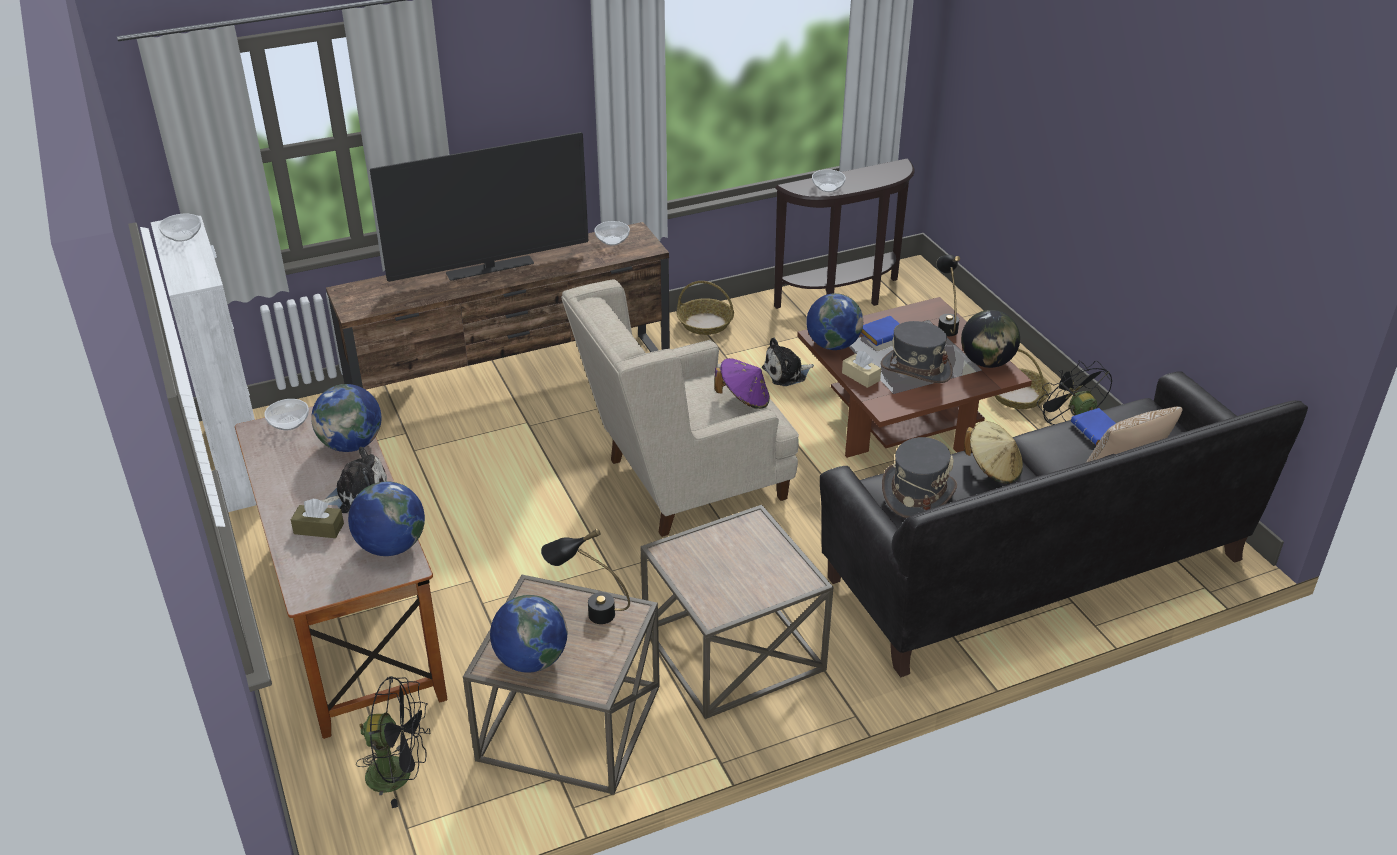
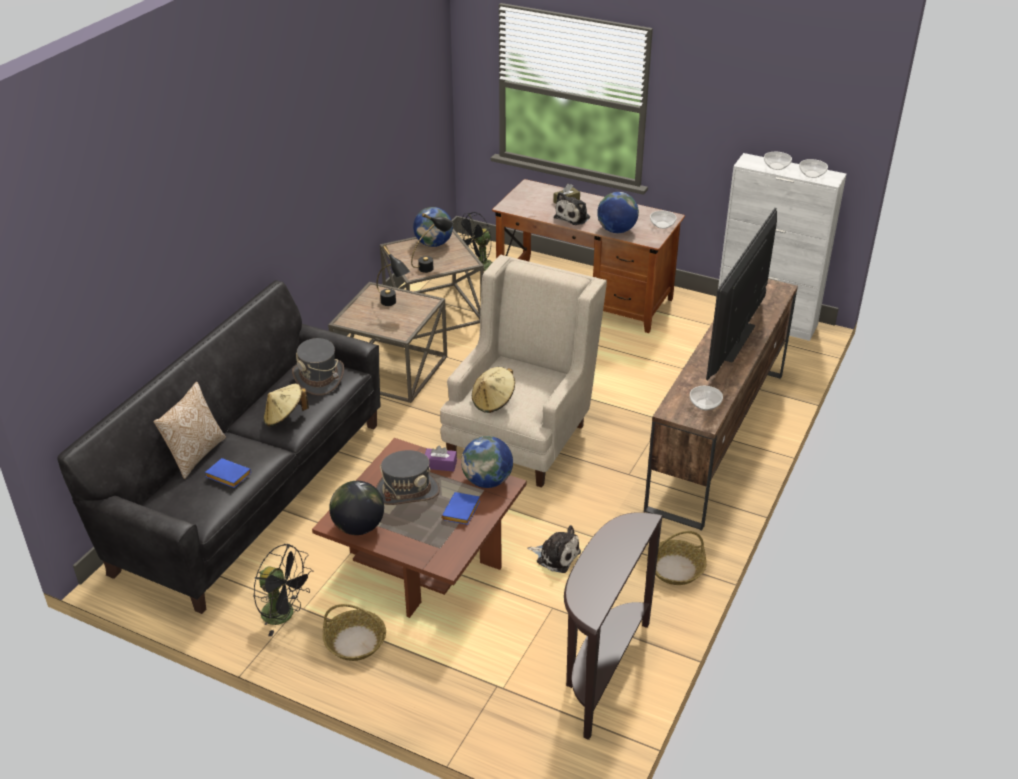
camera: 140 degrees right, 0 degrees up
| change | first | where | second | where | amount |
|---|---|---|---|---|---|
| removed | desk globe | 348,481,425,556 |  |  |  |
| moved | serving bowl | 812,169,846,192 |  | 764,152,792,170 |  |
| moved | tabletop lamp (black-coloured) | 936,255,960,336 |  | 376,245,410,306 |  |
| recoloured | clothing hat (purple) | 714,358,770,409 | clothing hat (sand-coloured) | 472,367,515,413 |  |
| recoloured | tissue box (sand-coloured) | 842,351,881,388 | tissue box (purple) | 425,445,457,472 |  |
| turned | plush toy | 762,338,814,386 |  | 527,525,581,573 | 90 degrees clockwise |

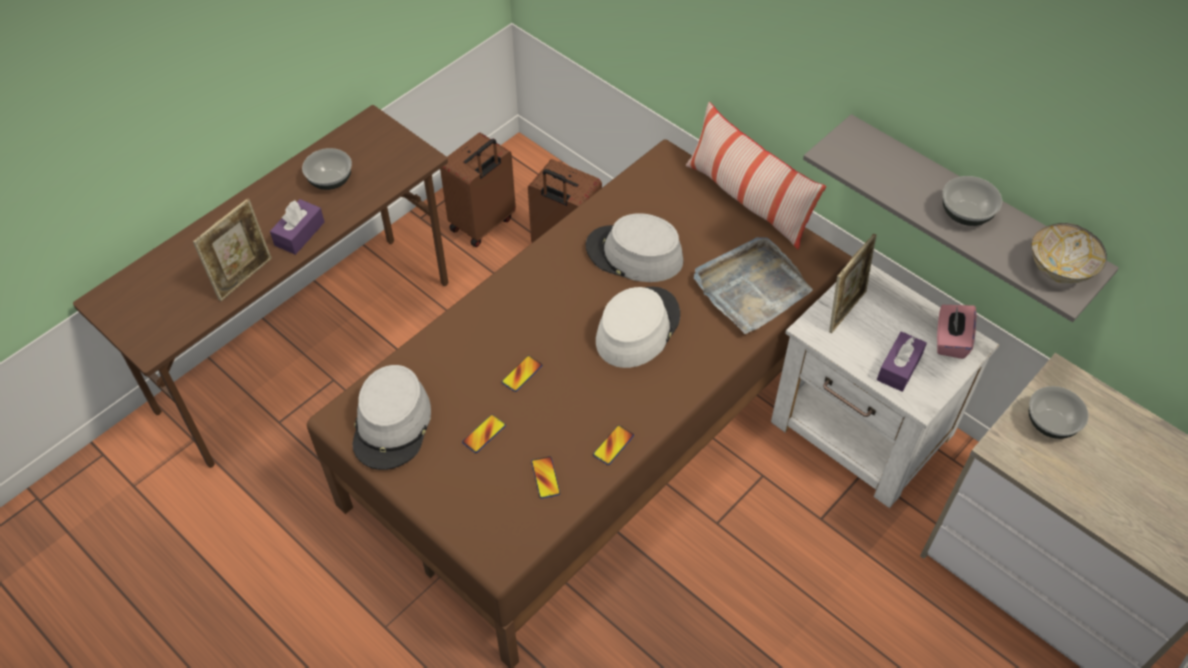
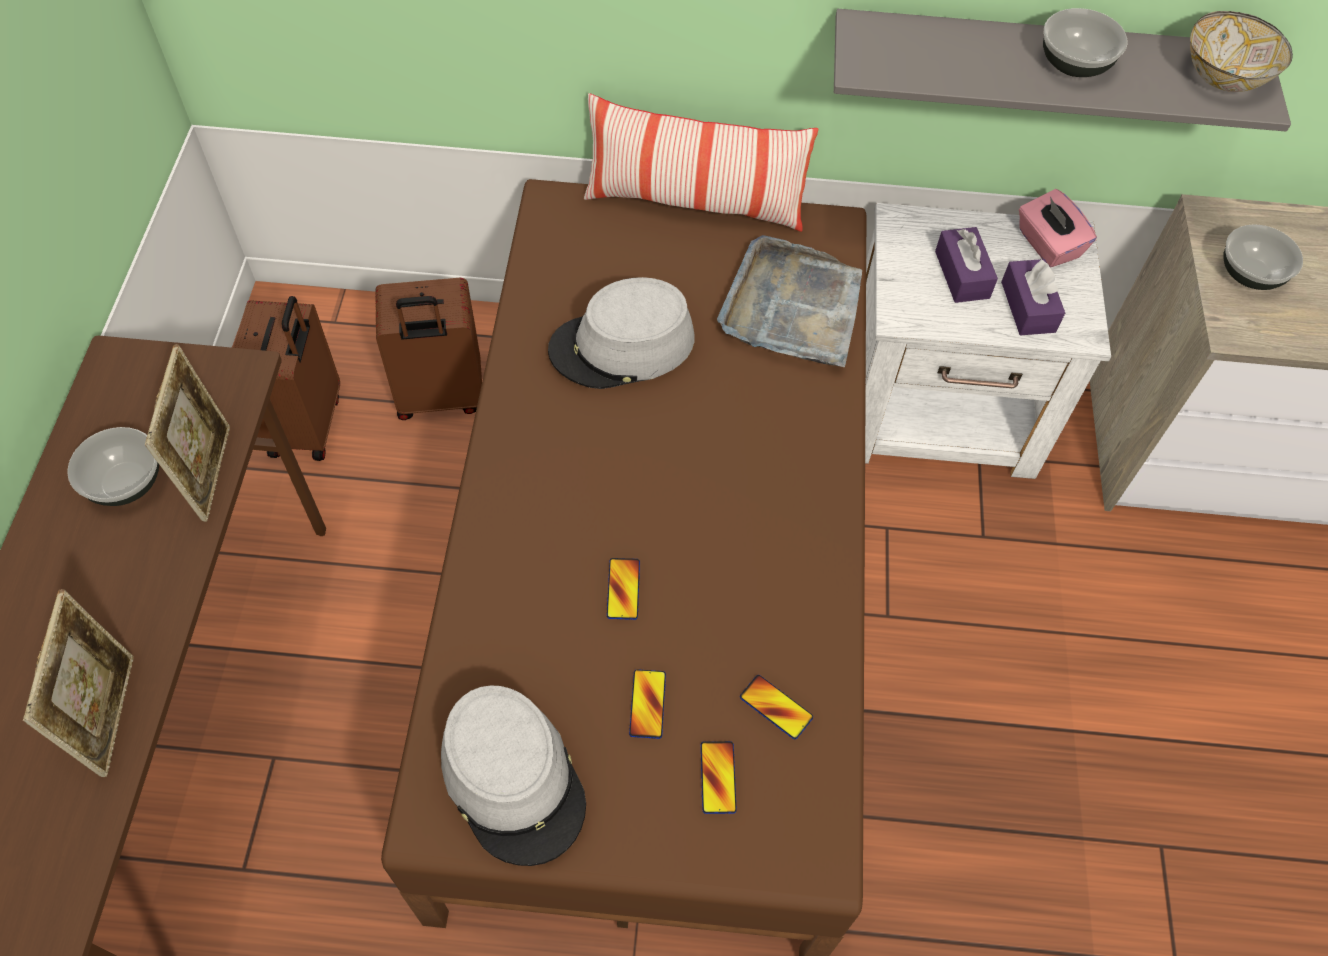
camera: 40 degrees left, 5 degrees up
| change | first | where | second | where | amount |
|---|---|---|---|---|---|
| removed | clothing hat (white-coloured) | 596,287,680,368 |  |  |  |
| moved | tissue box (purple) | 270,199,325,255 |  | 935,227,998,303 |  |
| moved | telephone | 593,425,634,465 |  | 701,741,737,814 |  |
| moved | standing frame | 829,234,876,333 |  | 145,344,230,522 |  |

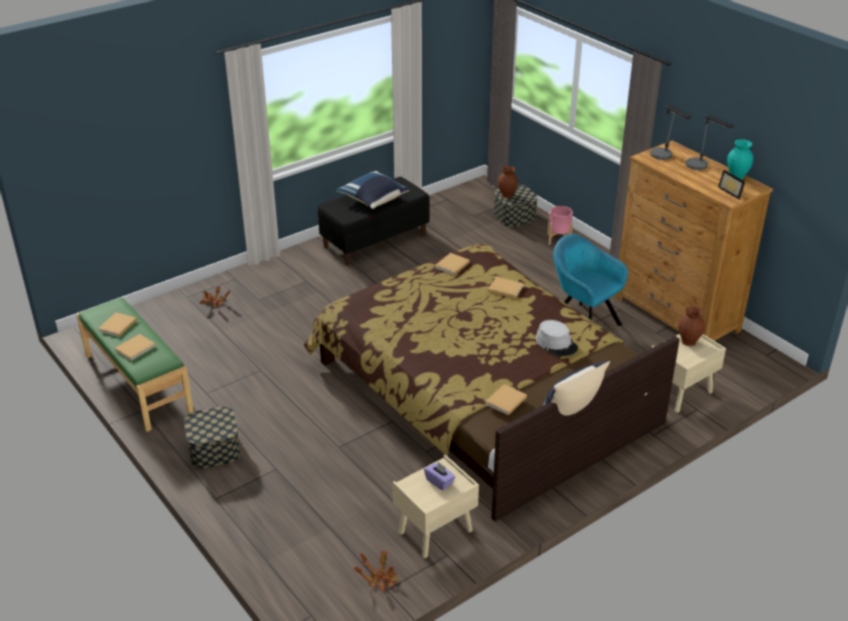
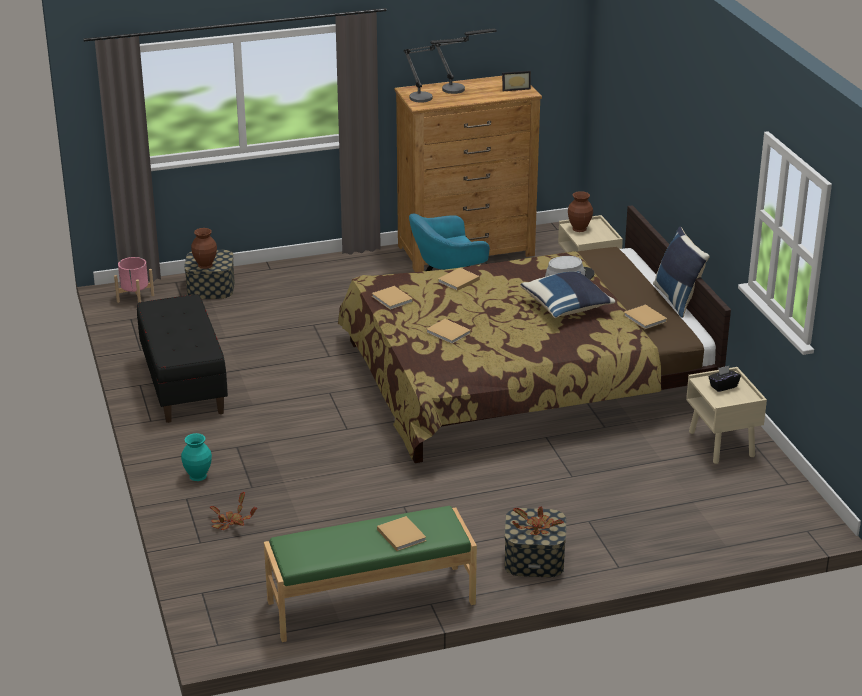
camera: 70 degrees left, 5 degrees down
| change | first | where | second | where | amount |
|---|---|---|---|---|---|
| moved | book (sand-coloured) | 98,312,137,337 |  | 426,319,471,344 |  |
| moved | throw pillow (bluish) | 336,171,410,209 |  | 520,271,615,318 |  |
| moved | houseplant | 353,551,398,592 |  | 512,506,564,535 |  |
| moved | planter (pink) | 547,206,573,245 |  | 114,257,154,303 |  |
| moved | decorative vase (turquoise-coloured) | 727,139,753,180 |  | 181,433,212,481 |  |
| recoloured | tissue box (purple) | 424,462,455,491 | tissue box (black-coloured) | 708,366,741,392 |  |

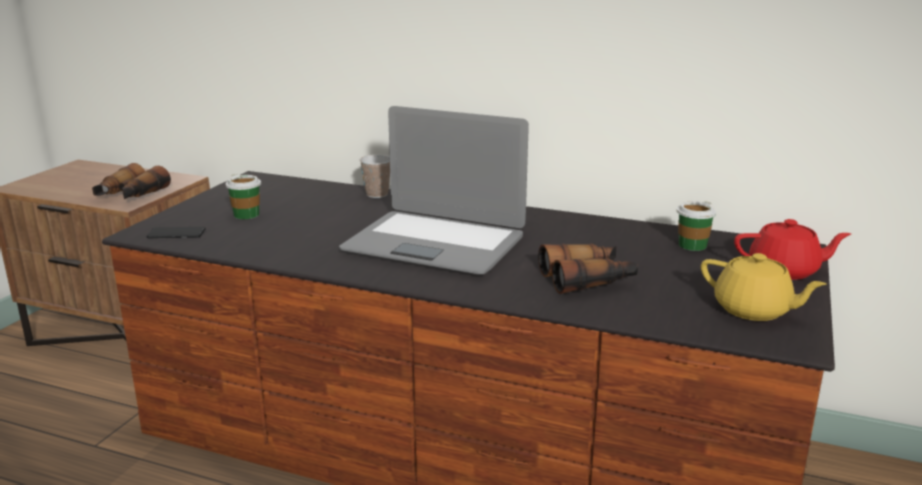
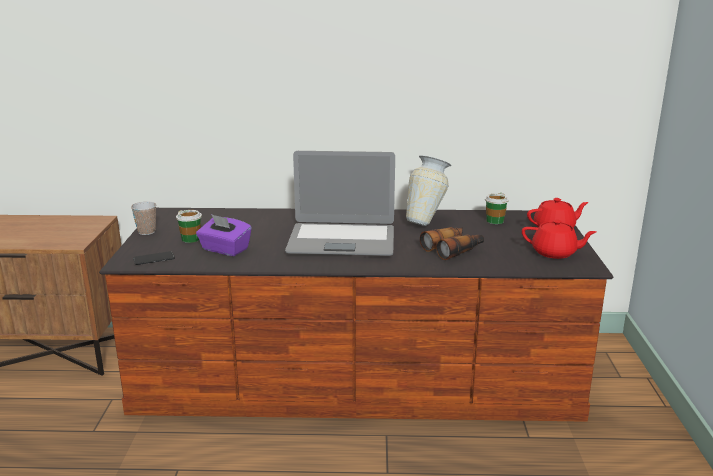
camera: 20 degrees left, 0 degrees up
| change | first | where | second | where | amount |
|---|---|---|---|---|---|
| removed | field glasses | 92,163,171,199 |  |  |  |
| added |  |  | tissue box (purple) | 196,214,252,256 |  |
| added |  |  | decorative vase | 406,155,452,226 |  |
| moved | small cup | 360,155,390,198 |  | 131,201,156,235 |  |
| recoloured | pot for tea (yellowish) | 701,253,827,321 | pot for tea (red) | 522,219,597,259 |  |

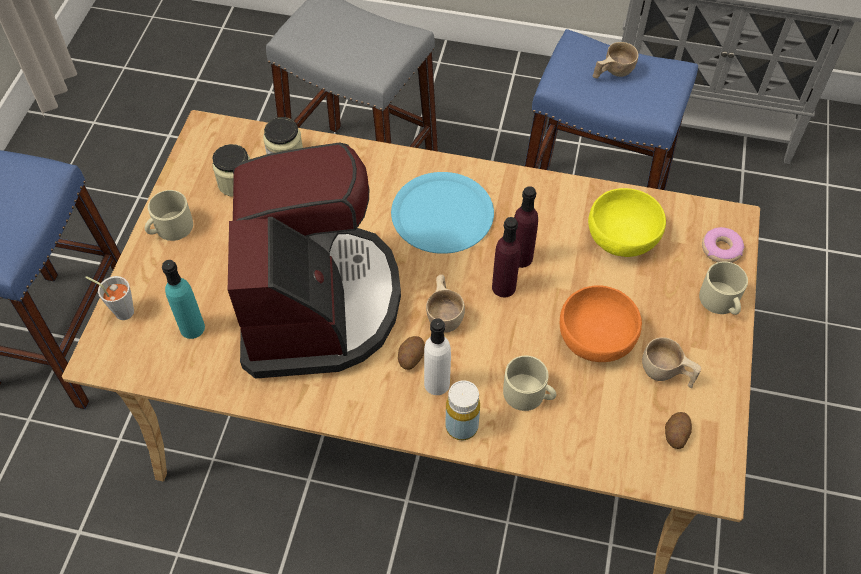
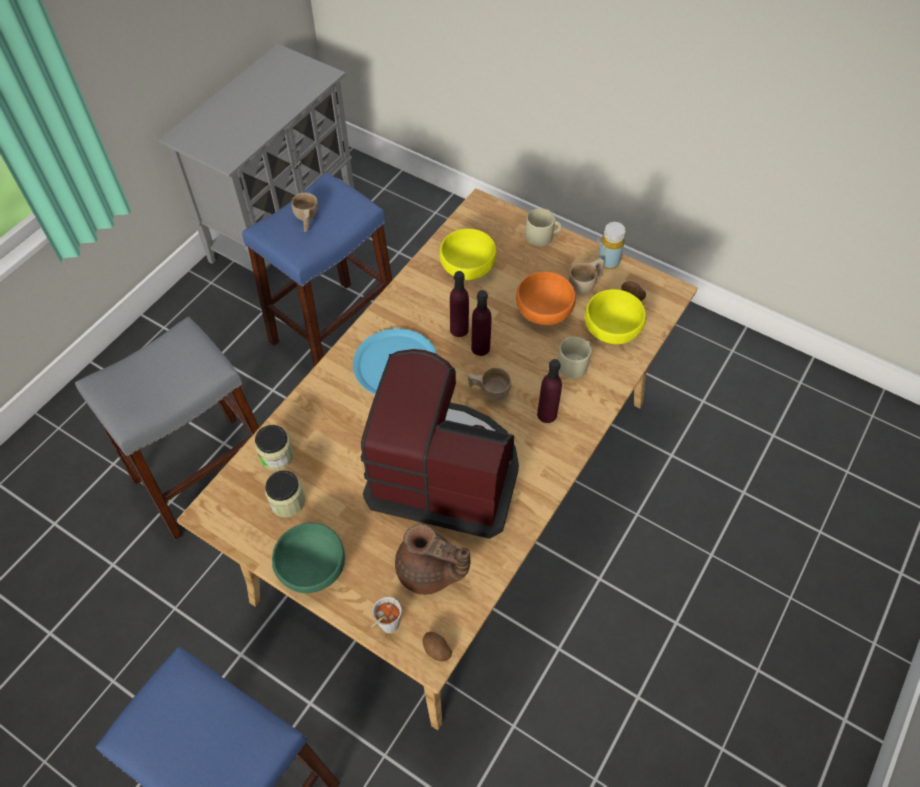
camera: 70 degrees left, 0 degrees up
| change | first | where | second | where | amount |
|---|---|---|---|---|---|
| removed | doughnut | 702,227,744,263 |  |  |  |
| added |  |  | serving bowl (yellowish) | 585,289,646,344 |  |
| moved | whole potato | 398,336,425,370 |  | 423,632,452,661 |  |
| moved | bottle (yellowish) | 445,380,480,440 |  | 598,222,626,270 |  |
| replaced | tea mug (sand-coloured) | 145,190,193,241 | serving bowl (greenish) | 272,523,345,593 |  |
| replaced | bottle (turquoise-coloured) | 162,260,205,339 | pot for tea (brown-coloured) | 395,524,470,595 |  |
| recoloured | bottle (white-coloured) | 424,318,451,395 | bottle (purple) | 537,359,562,423 |  |

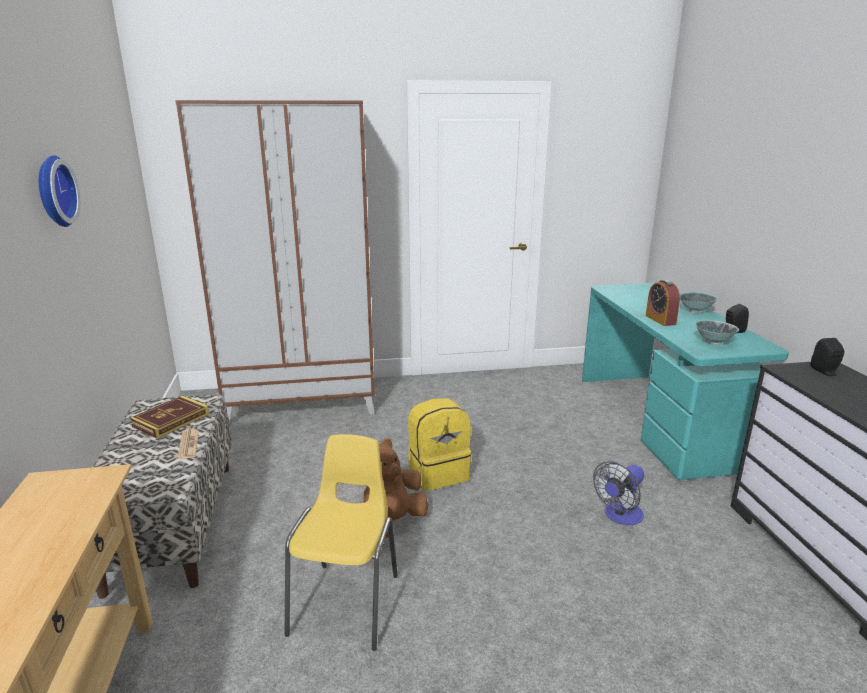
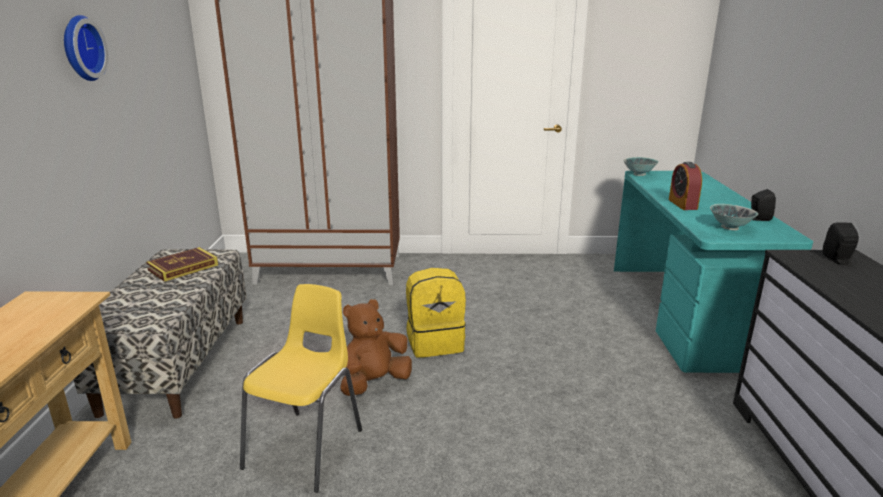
camera: 10 degrees right, 0 degrees up
| change | first | where | second | where | amount |
|---|---|---|---|---|---|
| removed | printed paper | 178,429,199,459 |  |  |  |
| removed | electric fan | 593,461,644,525 |  |  |  |
| moved | serving bowl | 680,292,718,314 |  | 623,157,659,176 |  |

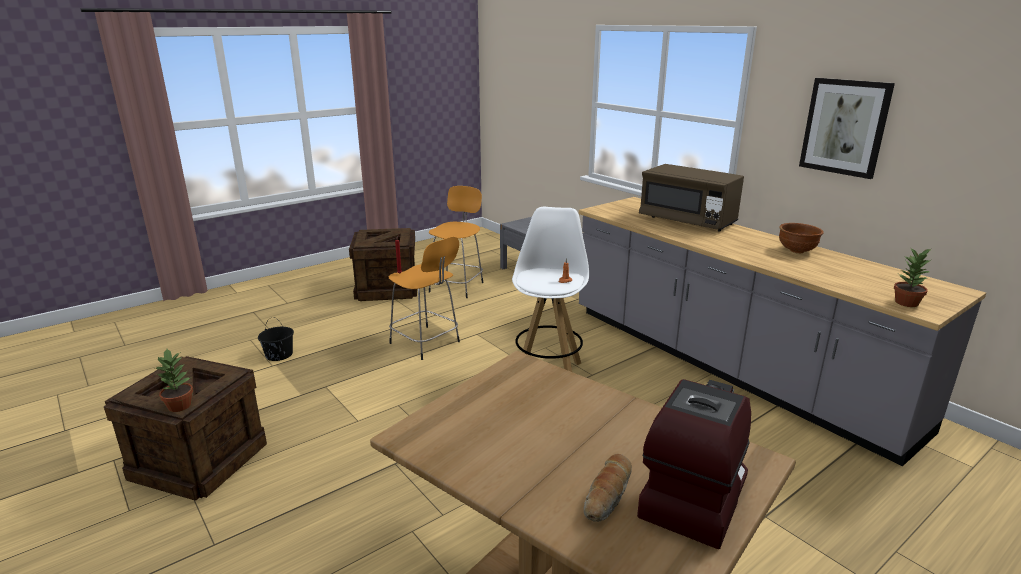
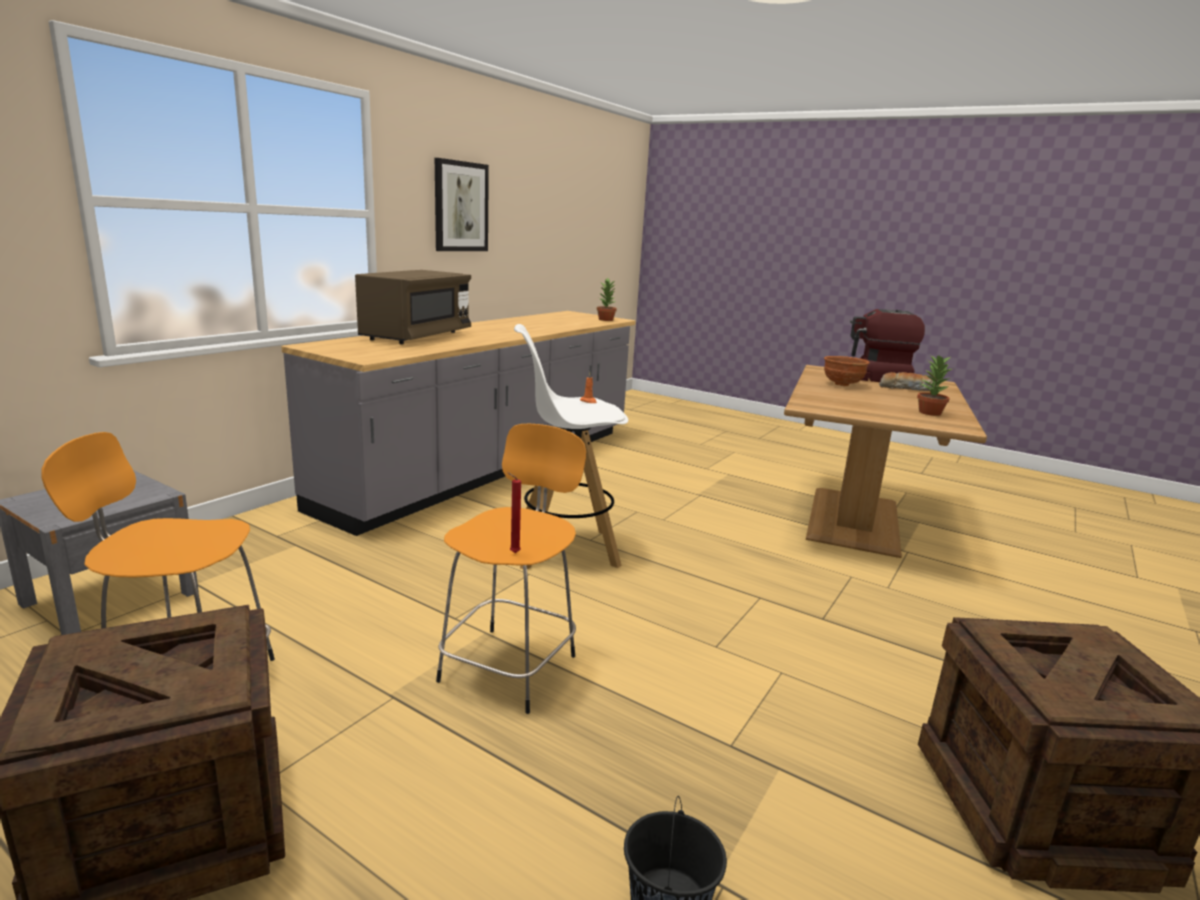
camera: 110 degrees left, 5 degrees down
| change | first | where | second | where | amount |
|---|---|---|---|---|---|
| moved | houseplant | 155,349,193,412 |  | 917,355,955,416 |  |
| moved | serving bowl (brown-coloured) | 779,223,824,253 |  | 824,356,869,386 |  |

